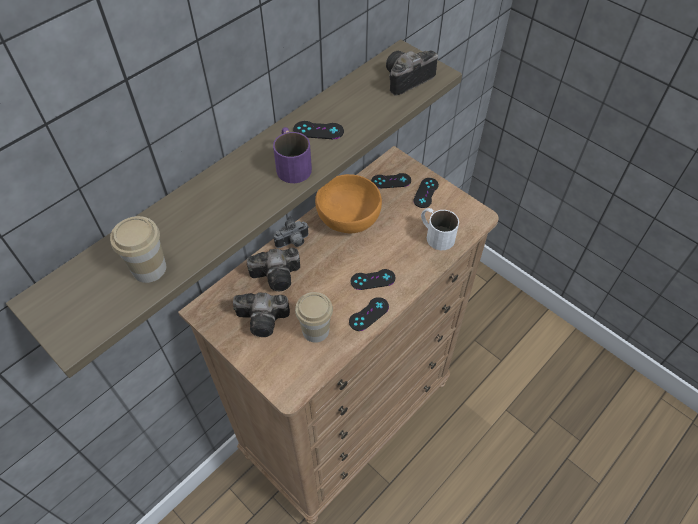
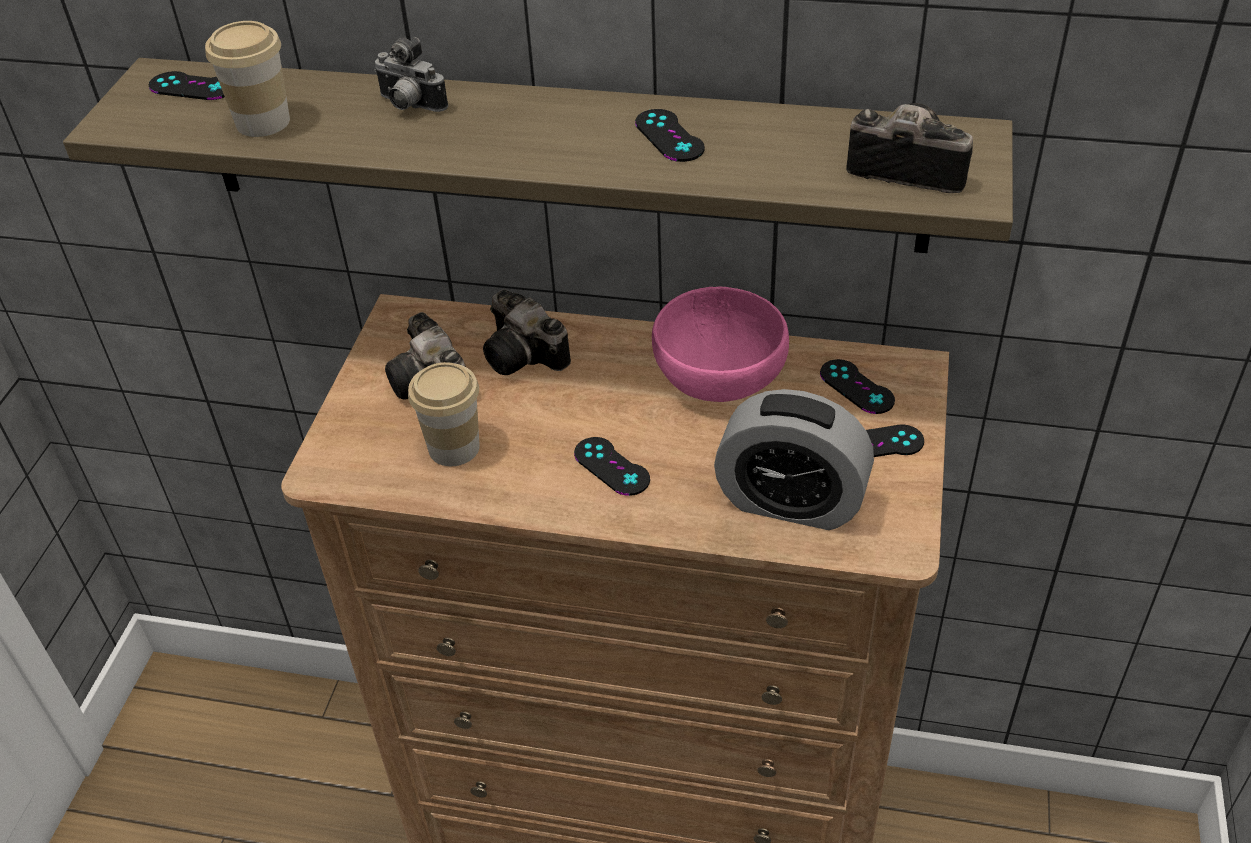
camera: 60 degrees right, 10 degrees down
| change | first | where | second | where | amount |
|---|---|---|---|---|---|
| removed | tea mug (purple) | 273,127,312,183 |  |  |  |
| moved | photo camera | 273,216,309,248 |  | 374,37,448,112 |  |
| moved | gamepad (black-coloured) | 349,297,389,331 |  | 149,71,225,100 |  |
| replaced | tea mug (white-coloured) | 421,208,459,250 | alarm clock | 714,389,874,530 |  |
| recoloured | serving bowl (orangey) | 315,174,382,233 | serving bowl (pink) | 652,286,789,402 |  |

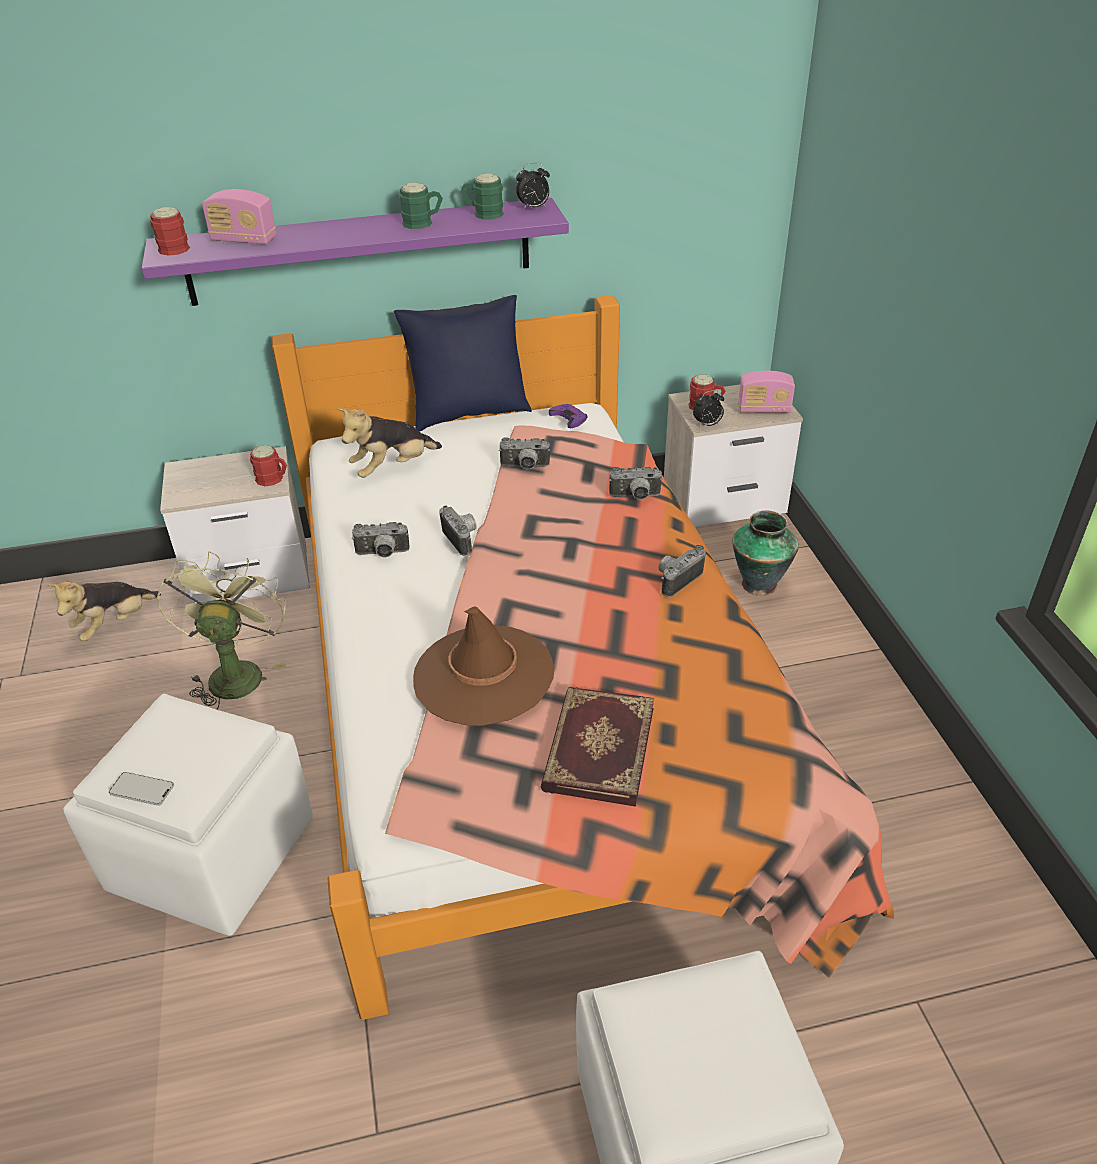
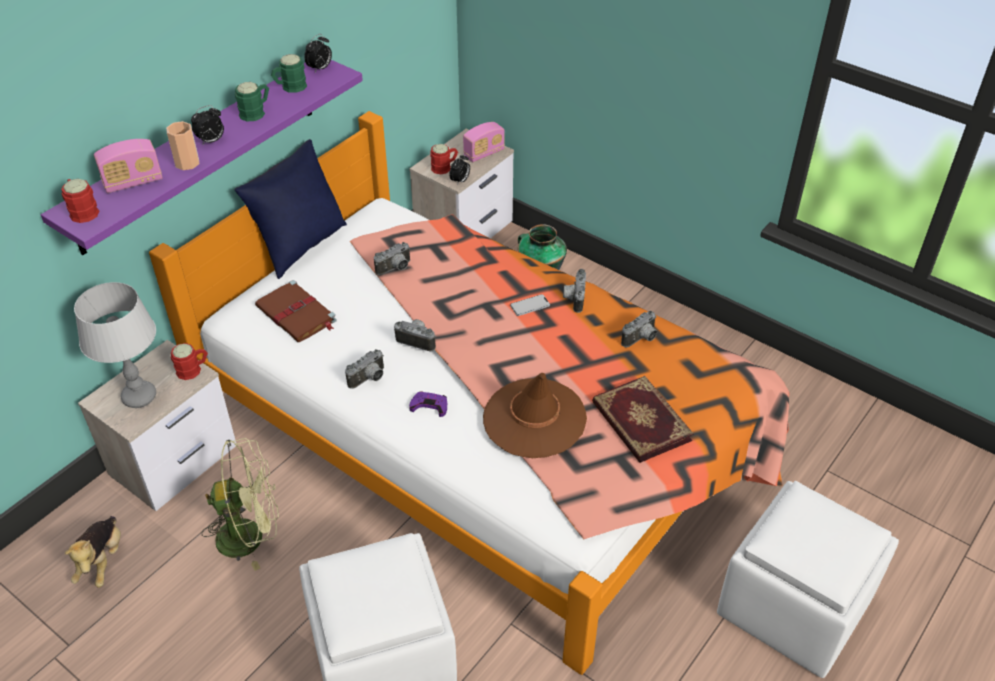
camera: 40 degrees left, 5 degrees up
| change | first | where | second | where | amount |
|---|---|---|---|---|---|
| added |  |  | tabletop lamp (gray) | 74,282,156,408 |  |
| added |  |  | small cup | 166,121,200,170 |  |
| added |  |  | alarm clock | 191,105,224,144 |  |
| moved | telephone | 109,772,174,806 |  | 510,294,550,316 |  |
| moved | gamepad (purple) | 549,404,588,428 |  | 409,391,447,417 |  |
| moved | photo camera | 609,467,662,500 |  | 621,311,657,347 |  |
| replaced | plush toy | 337,408,442,478 | book (brown-coloured) | 255,280,337,342 |  |
| turned | electric fan (greenish) | 157,551,286,710 |  | 202,438,279,571 | 120 degrees clockwise |

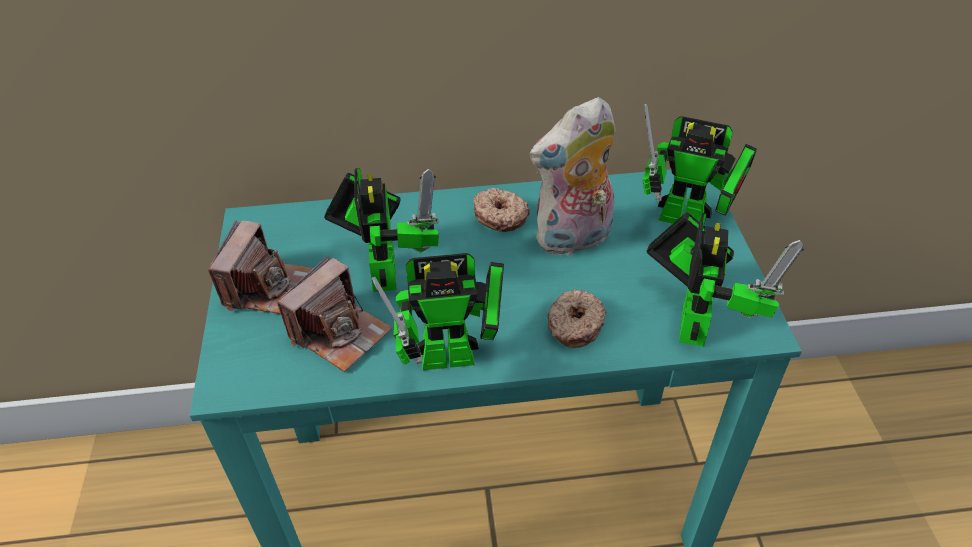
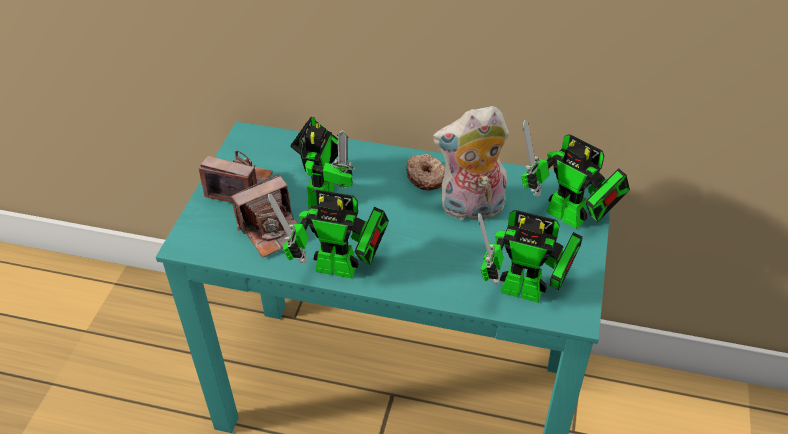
camera: 20 degrees right, 0 degrees up
| change | first | where | second | where | amount |
|---|---|---|---|---|---|
| removed | doughnut | 547,289,606,348 |  |  |  |
| turned | photo camera | 208,220,313,314 |  | 199,150,273,203 | 105 degrees counterclockwise |
| turned | toy robot | 647,212,804,347 |  | 478,210,583,303 | 75 degrees clockwise |

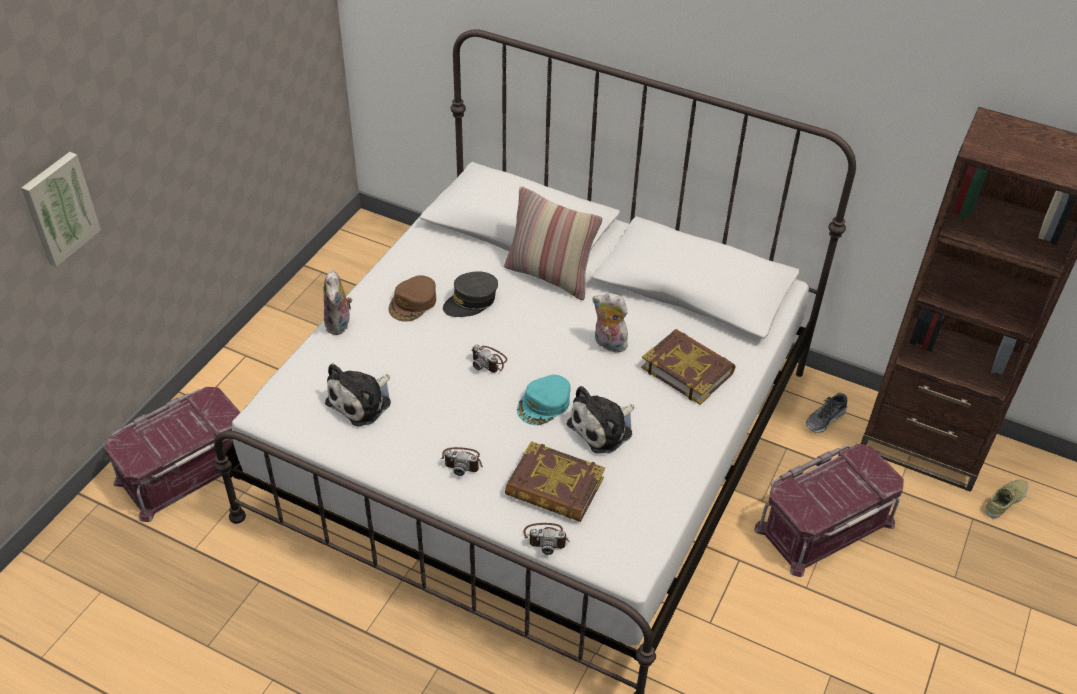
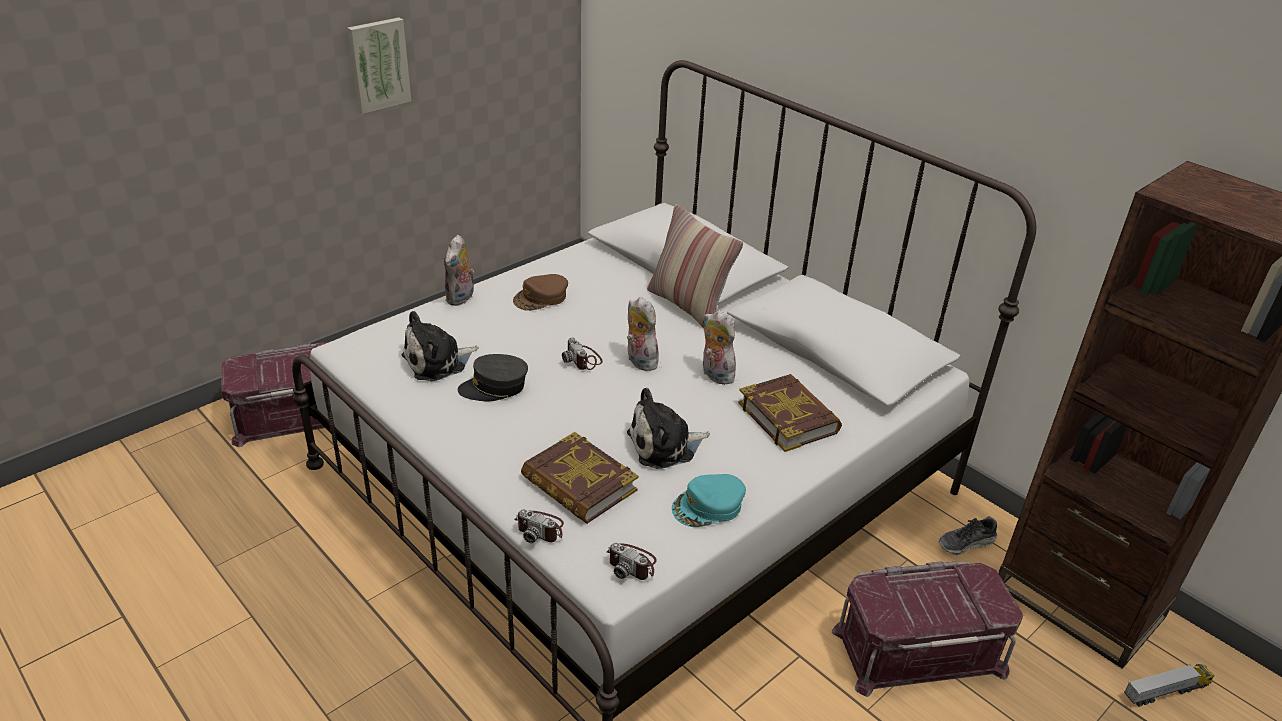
camera: 20 degrees right, 10 degrees down
| change | first | where | second | where | amount |
|---|---|---|---|---|---|
| added |  |  | plush toy | 627,297,659,371 |  |
| moved | wall picture | 21,152,101,267 |  | 347,17,411,114 |  |
| moved | photo camera | 441,447,483,476 |  | 606,543,657,580 |  |
| moved | baseball cap (gray) | 443,271,498,317 |  | 458,354,528,402 |  |
| moved | baseball cap (turquoise-coloured) | 517,375,571,425 |  | 672,474,746,527 |  |
| replaced | low shoe (sand-coloured) | 985,479,1029,519 | toy truck | 1124,664,1215,707 |  |

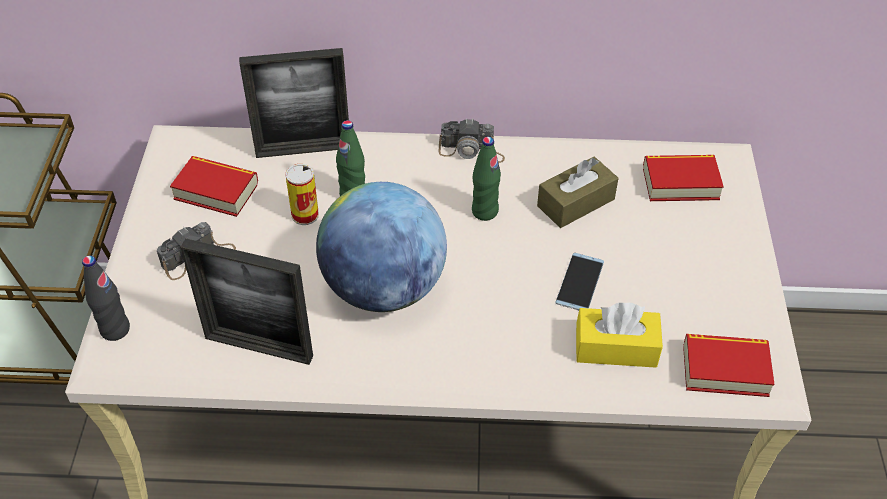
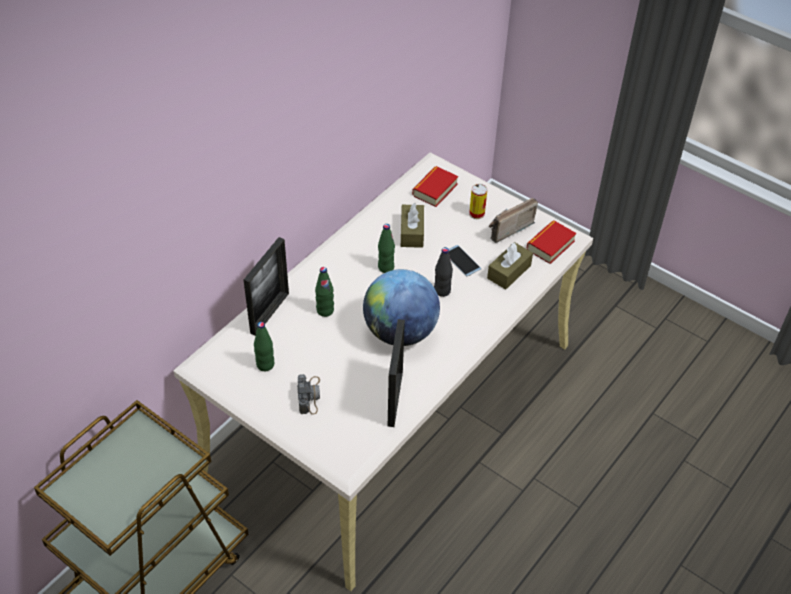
camera: 55 degrees left, 0 degrees up
| change | first | where | second | where | amount |
|---|---|---|---|---|---|
| removed | photo camera | 439,118,505,163 |  |  |  |
| added |  |  | radio receiver | 489,198,538,243 |  |
| moved | bottle (black-coloured) | 82,255,130,341 |  | 434,247,453,297 |  |
| moved | sealed can | 286,164,319,225 |  | 469,183,488,219 |  |
| replaced | book | 170,156,258,217 | bottle (greenish) | 254,322,274,371 |  |
| recoloured | tissue box (yellowish) | 576,302,663,368 | tissue box (brown-coloured) | 487,242,533,290 |  |
| turned | standing frame | 180,238,313,365 |  | 388,319,405,427 | 45 degrees counterclockwise |

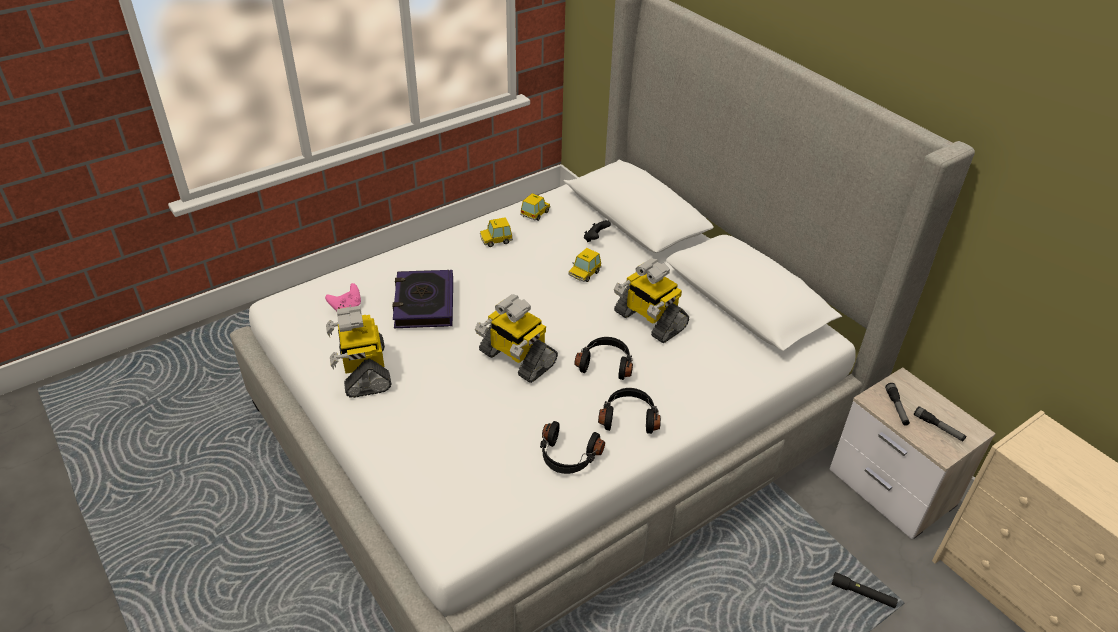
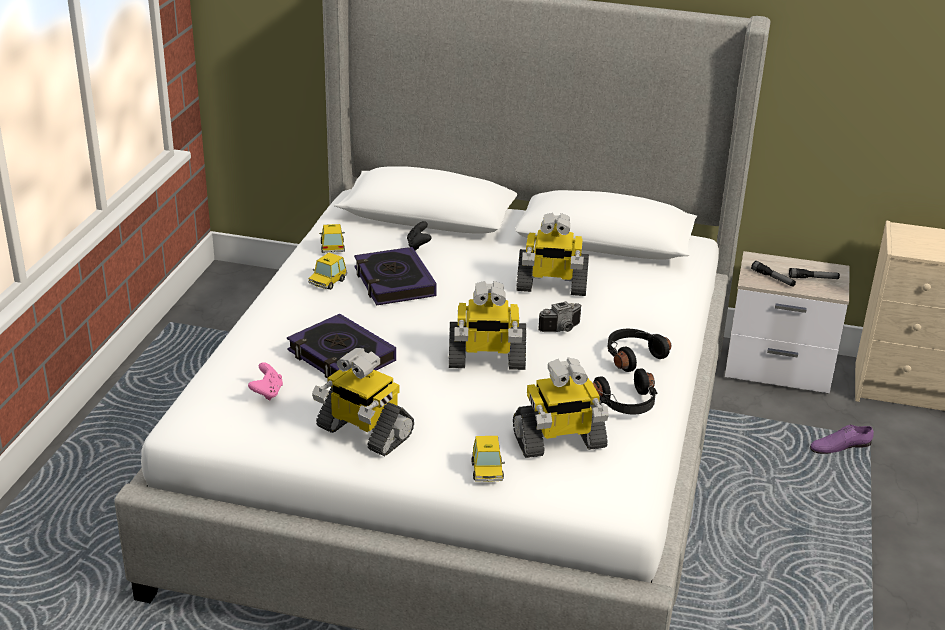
camera: 40 degrees left, 10 degrees down
| change | first | where | second | where | amount |
|---|---|---|---|---|---|
| added |  |  | book | 354,247,437,305 |  |
| added |  |  | toy robot | 513,358,609,458 |  |
| moved | model car | 568,248,602,282 |  | 472,436,505,482 |  |
| replaced | headset (black-coloured) | 574,337,633,380 | photo camera | 538,301,582,332 |  |
| replaced | hand torch (black-coloured) | 831,572,898,608 | low shoe (purple) | 810,425,874,454 |  |

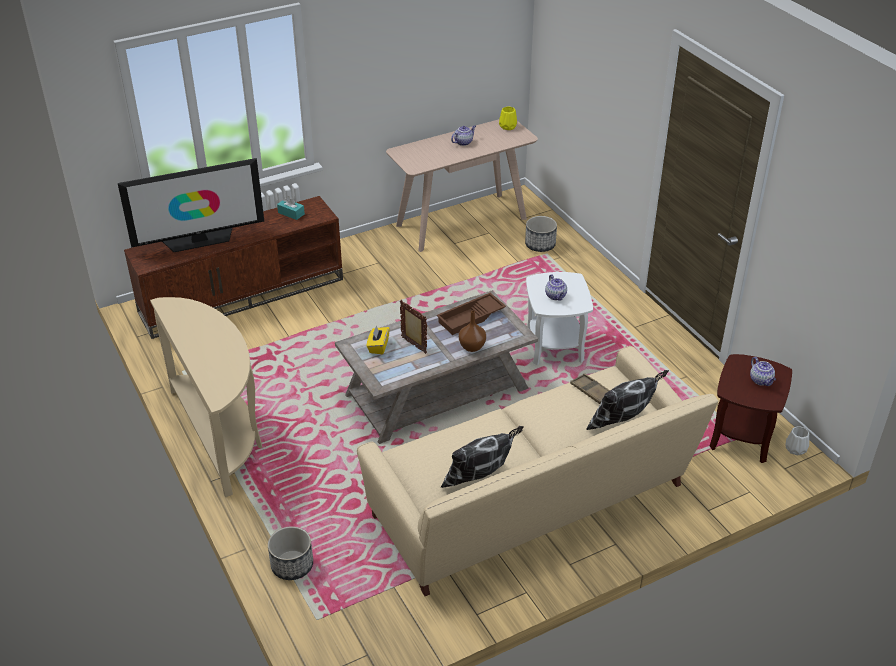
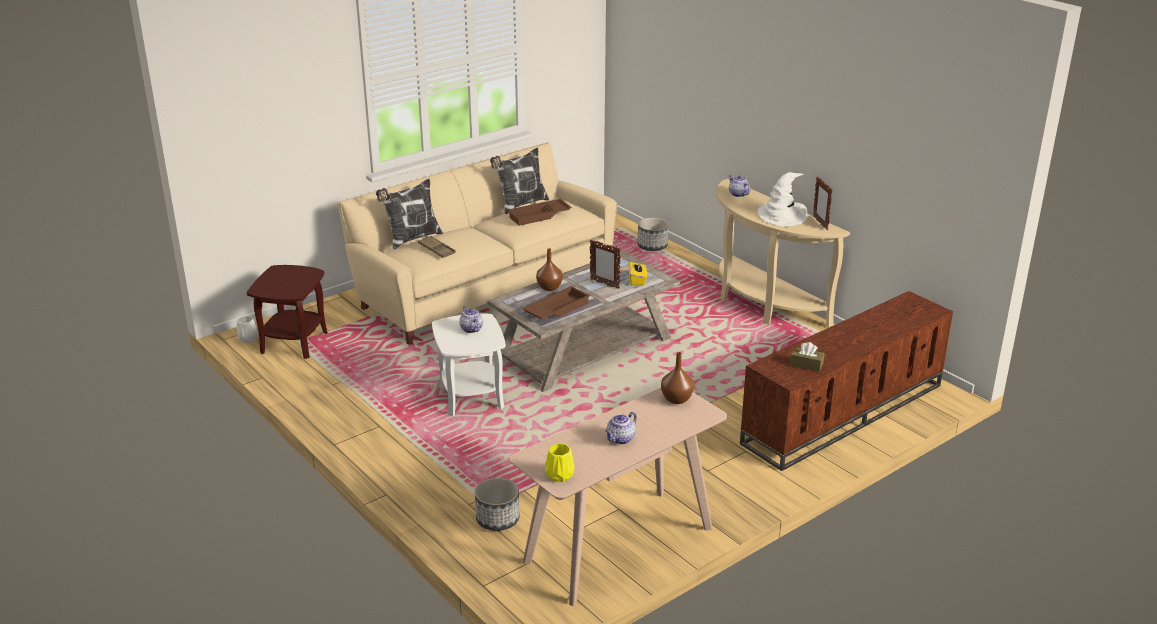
camera: 170 degrees right, 10 degrees down
| change | first | where | second | where | amount |
|---|---|---|---|---|---|
| removed | television | 118,158,264,252 |  |  |  |
| added |  |  | serving tray (brown-coloured) | 508,199,572,226 |  |
| added |  |  | decorative vase (brown-coloured) | 661,352,694,404 |  |
| added |  |  | clothing hat (white-coloured) | 757,172,808,227 |  |
| added |  |  | standing frame | 813,176,833,230 |  |
| moved | pot for tea | 750,357,776,386 |  | 729,175,750,197 |  |
| recoloured | tissue box (turquoise-coloured) | 277,196,305,220 | tissue box (brown-coloured) | 790,342,824,372 |  |

